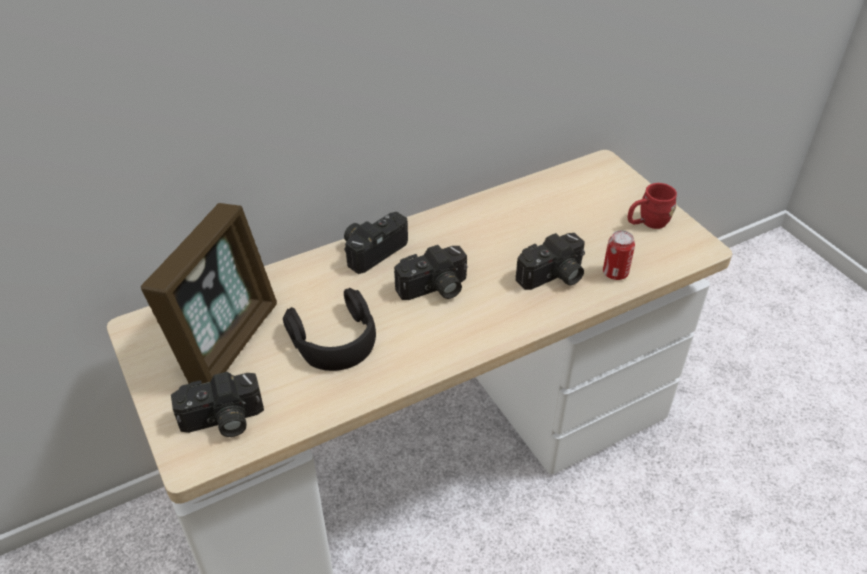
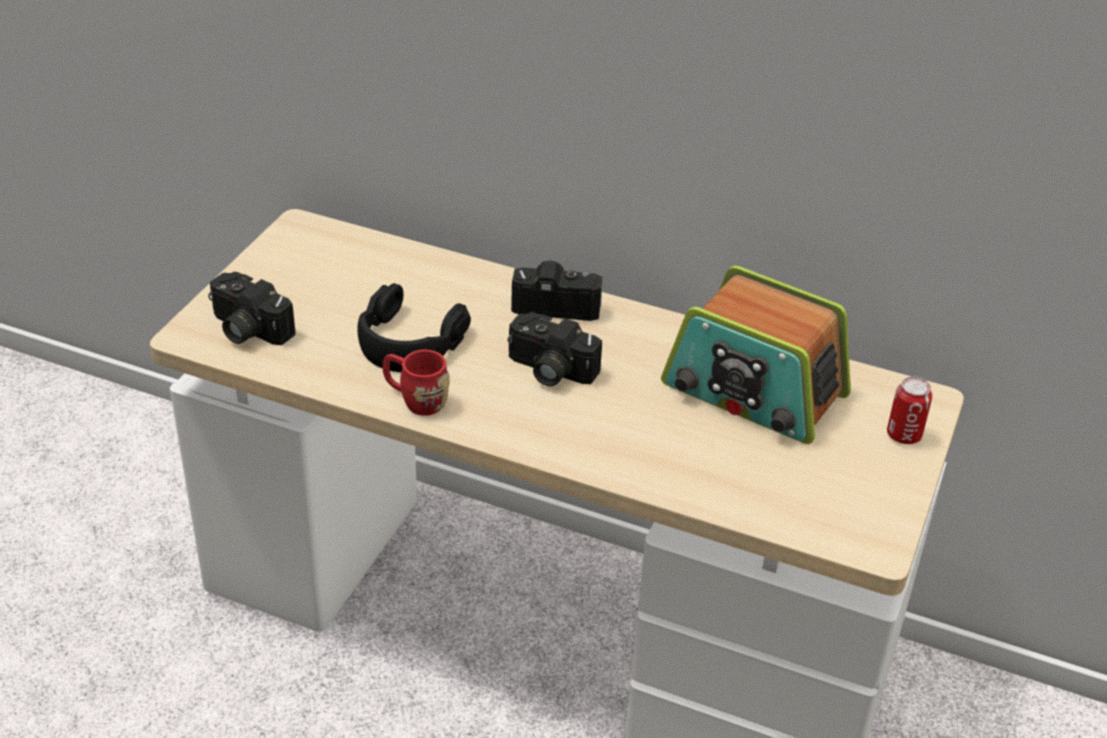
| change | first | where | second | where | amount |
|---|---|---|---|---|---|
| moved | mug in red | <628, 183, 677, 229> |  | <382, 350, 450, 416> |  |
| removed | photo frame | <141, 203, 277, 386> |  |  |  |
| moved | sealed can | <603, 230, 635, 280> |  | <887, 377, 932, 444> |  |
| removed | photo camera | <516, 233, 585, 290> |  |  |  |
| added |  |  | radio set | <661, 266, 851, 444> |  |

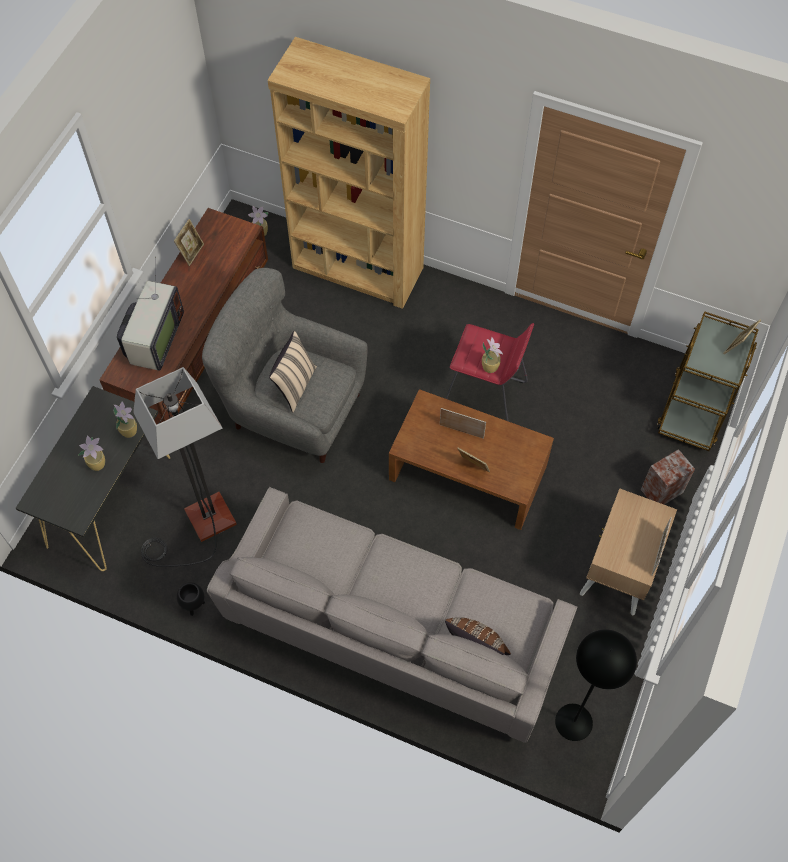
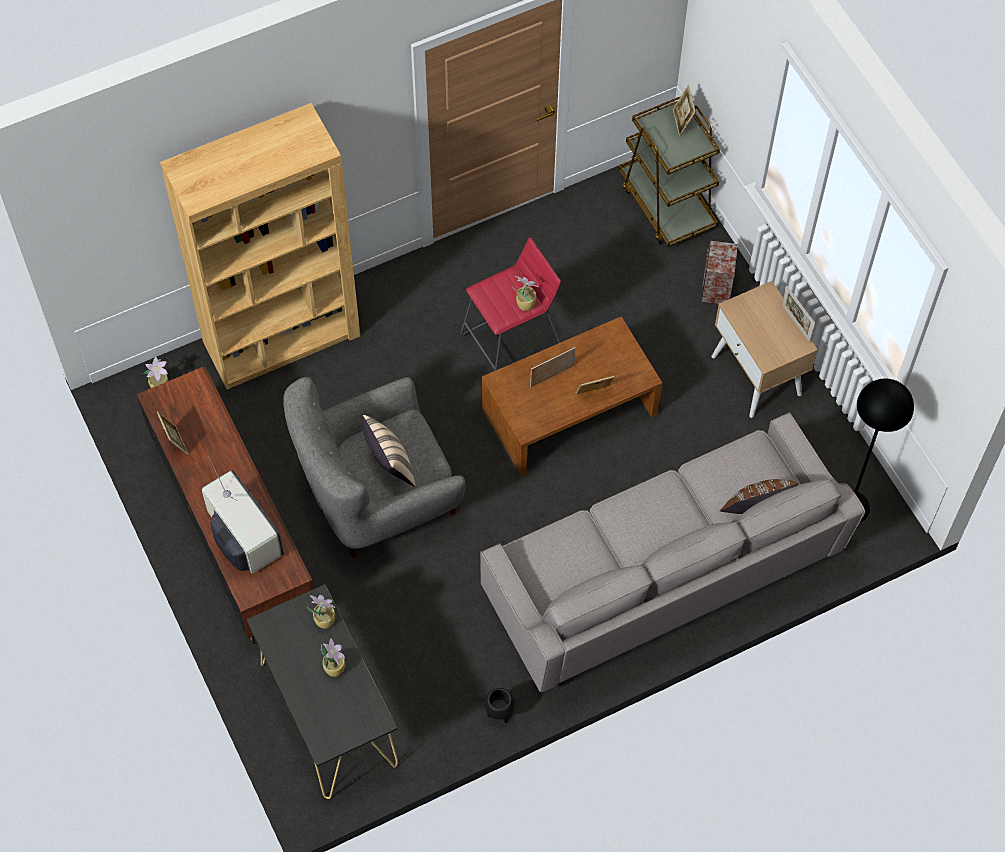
| change | first | where | second | where | amount |
|---|---|---|---|---|---|
| removed | floor lamp | <133, 367, 237, 567> |  |  |  |

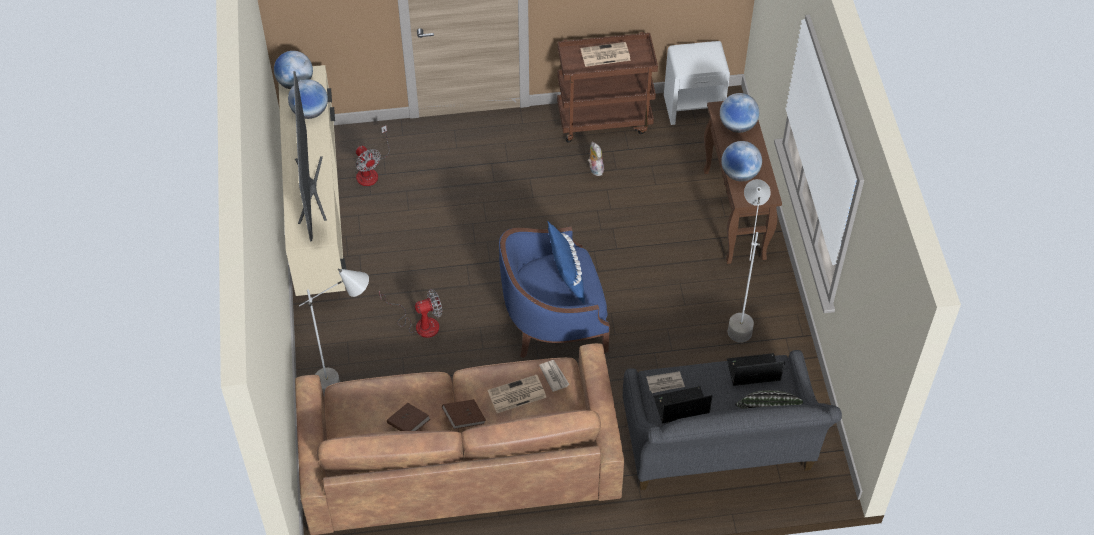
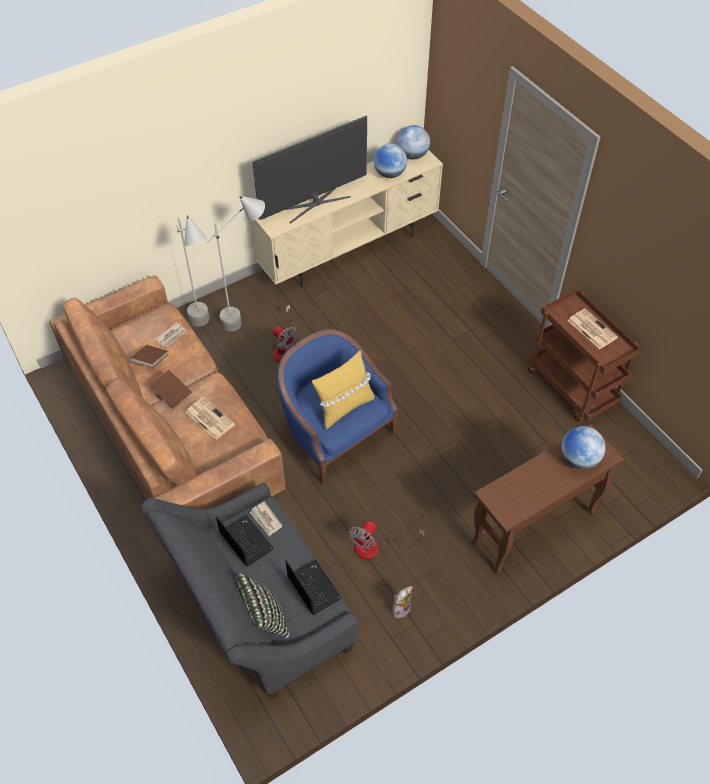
| change | first | where | second | where | amount |
|---|---|---|---|---|---|
| removed | nightstand in white | <664, 41, 730, 125> |  |  |  |
| moved | electric fan | <356, 126, 390, 186> |  | <349, 520, 425, 559> |  |
| removed | globe | <721, 141, 762, 181> |  |  |  |
| moved | plush toy | <588, 142, 604, 176> |  | <392, 586, 413, 618> |  |
| moved | floor lamp in grey | <728, 179, 771, 343> |  | <207, 196, 265, 332> |  |
| recoloured | cushion in bluish | <547, 221, 585, 303> | cushion in yellowish | <312, 351, 375, 429> |  |
| moved | printed paper | <539, 360, 570, 392> |  | <154, 323, 187, 347> |  |

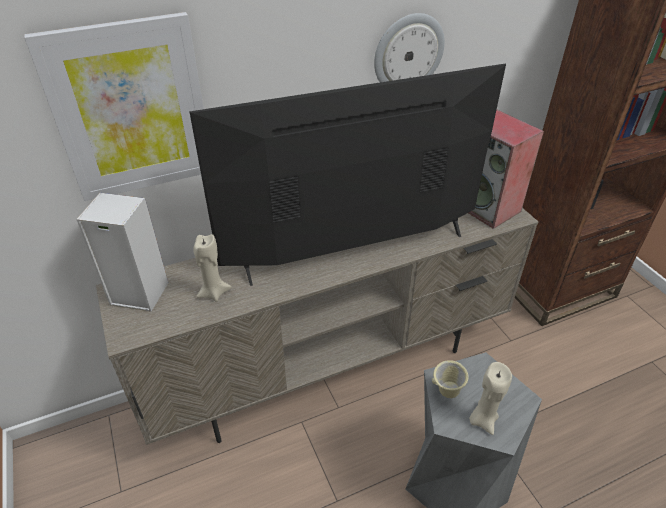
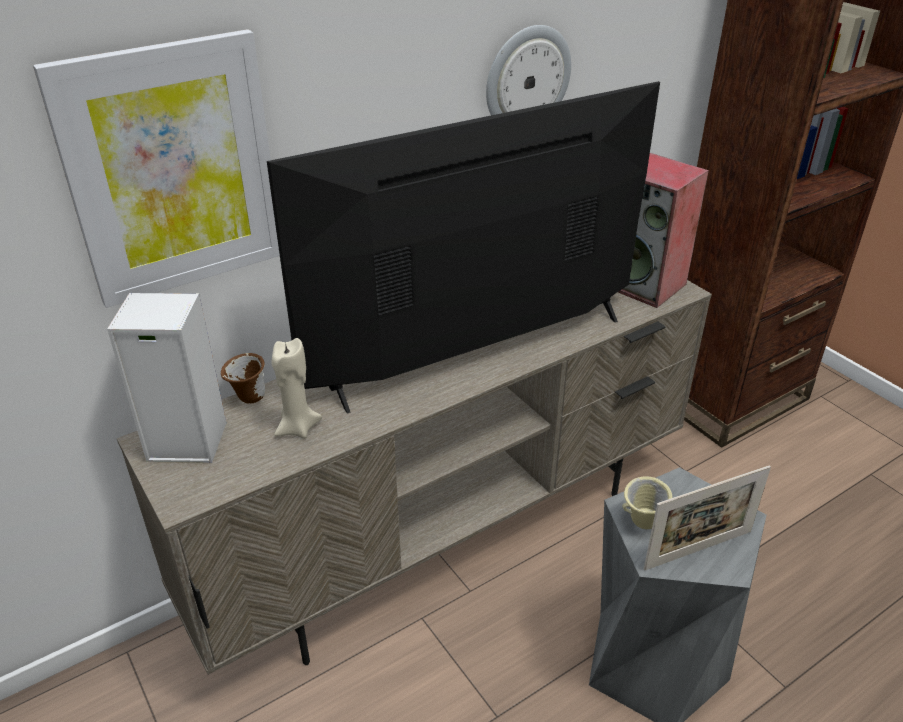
| change | first | where | second | where | amount |
|---|---|---|---|---|---|
| replaced | wax candle in sand-coloured | <469, 362, 512, 435> | photo frame | <644, 465, 771, 570> |  |
| added |  |  | mug in brownish | <221, 353, 265, 403> |  |

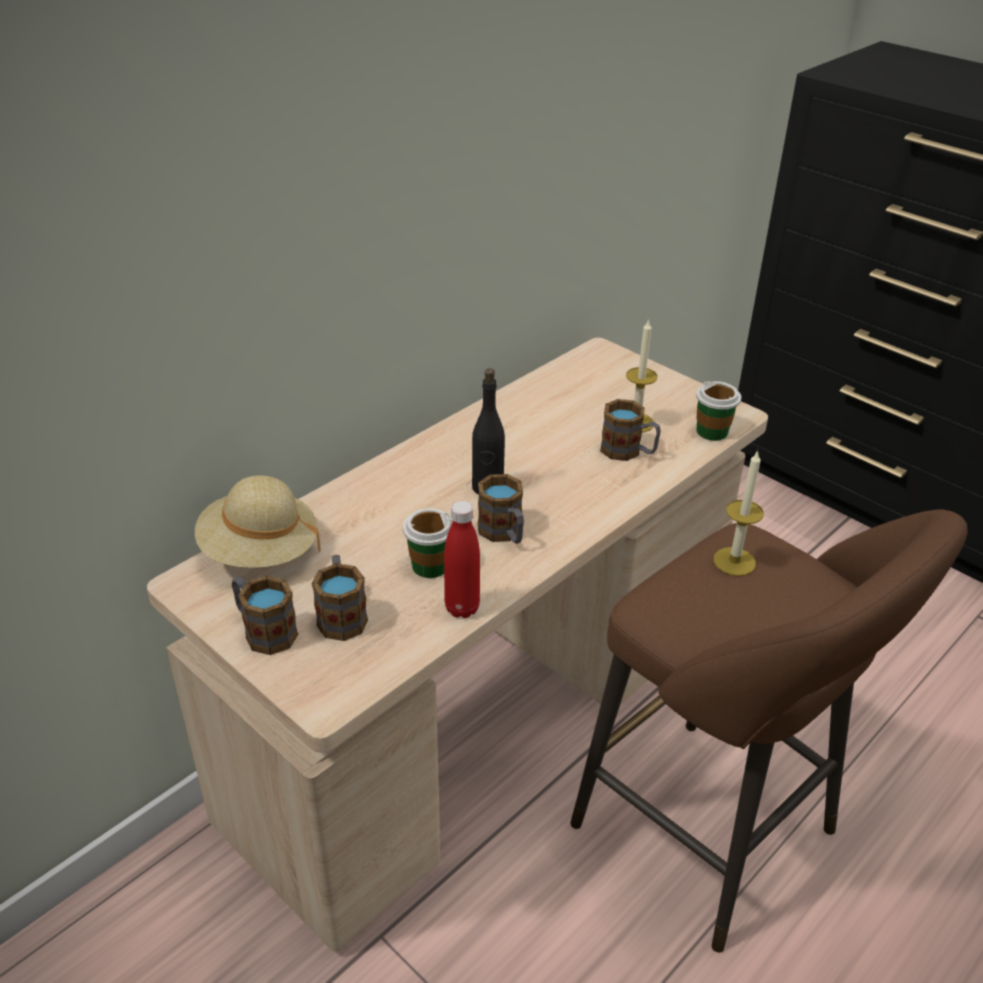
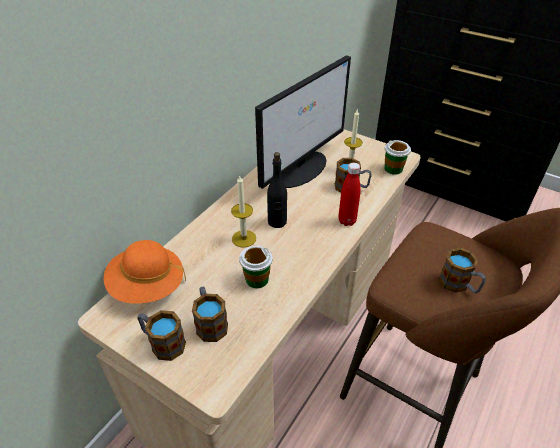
| change | first | where | second | where | amount |
|---|---|---|---|---|---|
| moved | wax candle | <713, 450, 764, 576> |  | <231, 175, 256, 247> |  |
| moved | mug | <478, 474, 524, 544> |  | <439, 248, 486, 293> |  |
| recoloured | wearable hat in sand-coloured | <195, 476, 321, 568> | wearable hat in orangey | <104, 240, 186, 304> |  |
| moved | drink bottle in red | <444, 501, 480, 618> |  | <338, 163, 361, 226> |  |
| added |  |  | monitor | <255, 55, 351, 189> |  |

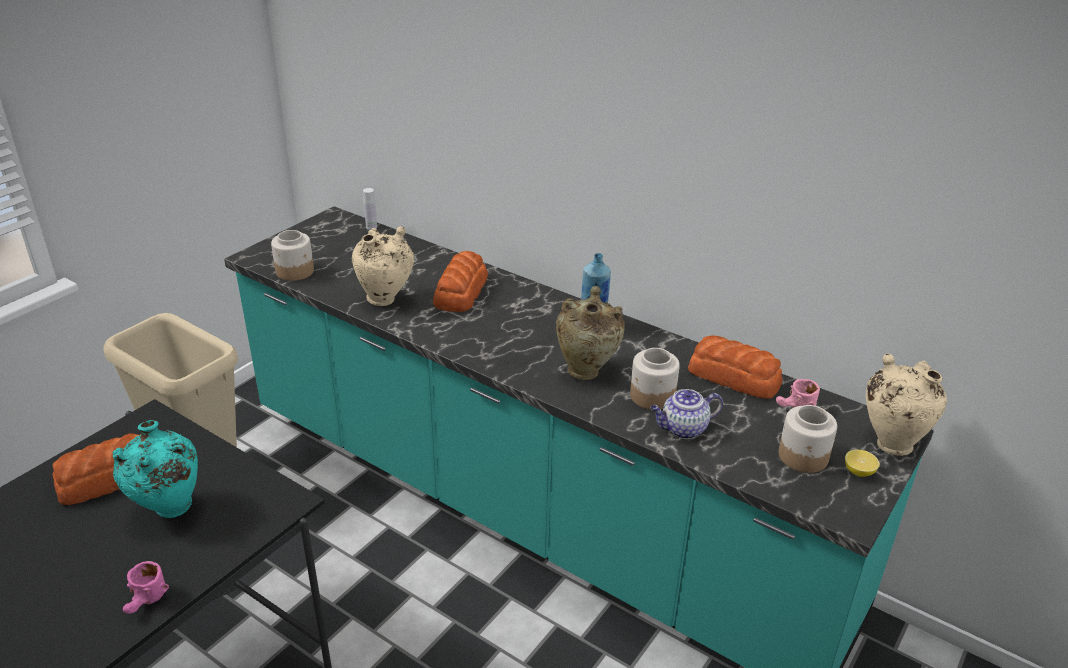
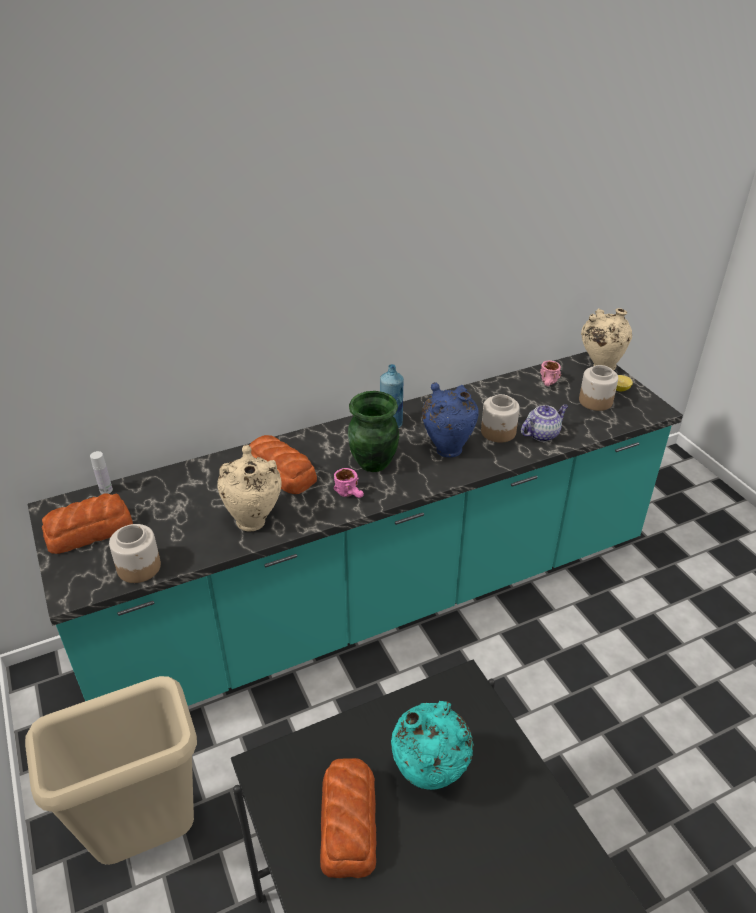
| change | first | where | second | where | amount |
|---|---|---|---|---|---|
| recoloured | vase in sand-coloured | <556, 286, 625, 380> | vase in bluish | <422, 382, 479, 457> |  |
| moved | bakery bread | <688, 335, 782, 399> |  | <42, 493, 133, 554> |  |
| turned | teapot | <651, 389, 723, 439> |  | <521, 404, 568, 442> | 135 degrees counterclockwise |
| moved | mug in pink | <123, 561, 169, 614> |  | <334, 468, 364, 498> |  |
| added |  |  | vase in green | <348, 391, 399, 472> |  |

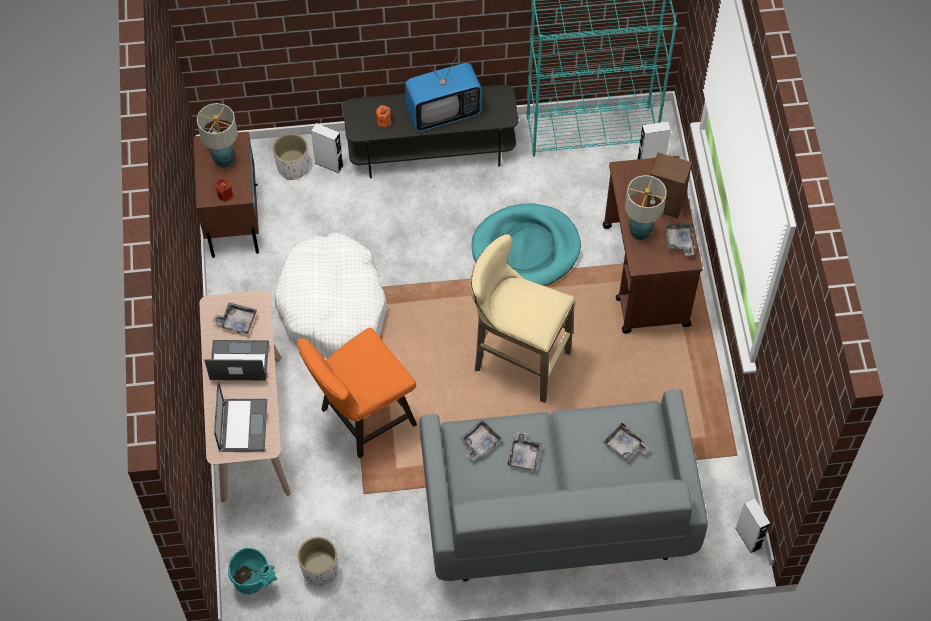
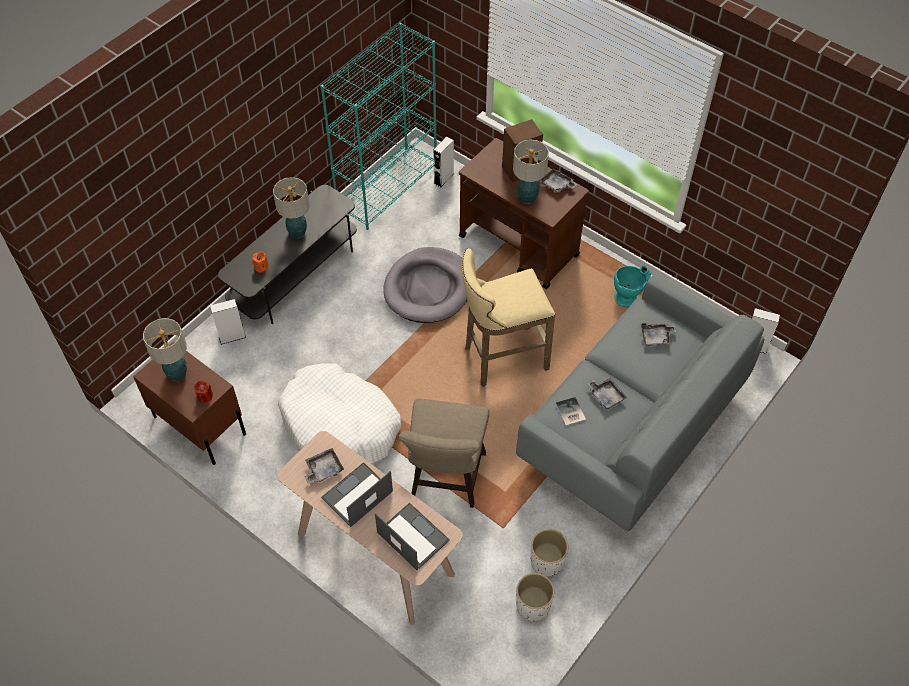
| change | first | where | second | where | amount |
|---|---|---|---|---|---|
| replaced | TV set | <405, 56, 482, 132> | lamp for a table | <273, 177, 310, 239> |  |
| moved | flower pot in white | <273, 133, 309, 180> |  | <531, 529, 568, 576> |  |
| recoloured | dog bed in turquoise | <472, 204, 581, 286> | dog bed in grey | <383, 247, 467, 323> |  |
| recoloured | sitting stool in orangey | <297, 328, 417, 458> | sitting stool in sand-coloured | <399, 399, 489, 508> |  |
| replaced | serving tray in grey | <460, 420, 501, 461> | bound book | <556, 397, 586, 426> |  |
| moved | vase in turquoise | <228, 548, 277, 594> |  | <614, 266, 651, 307> |  |

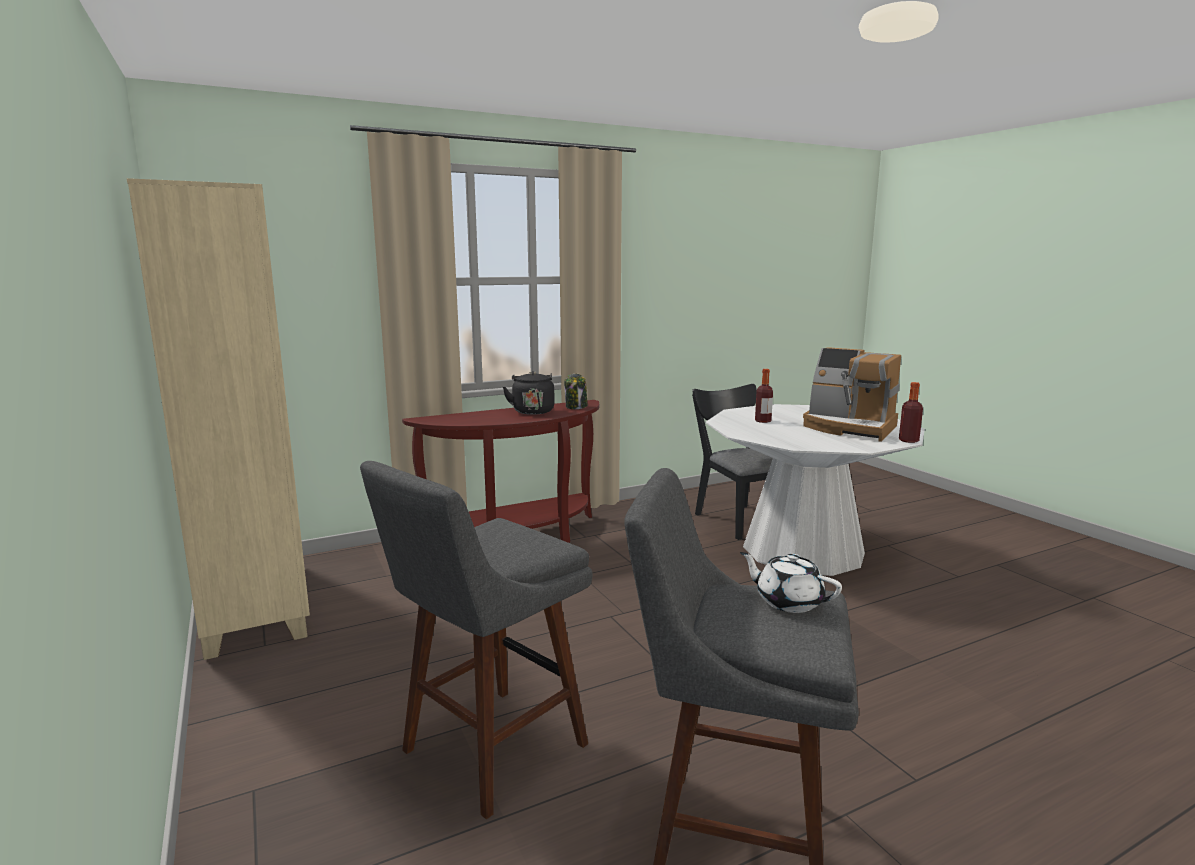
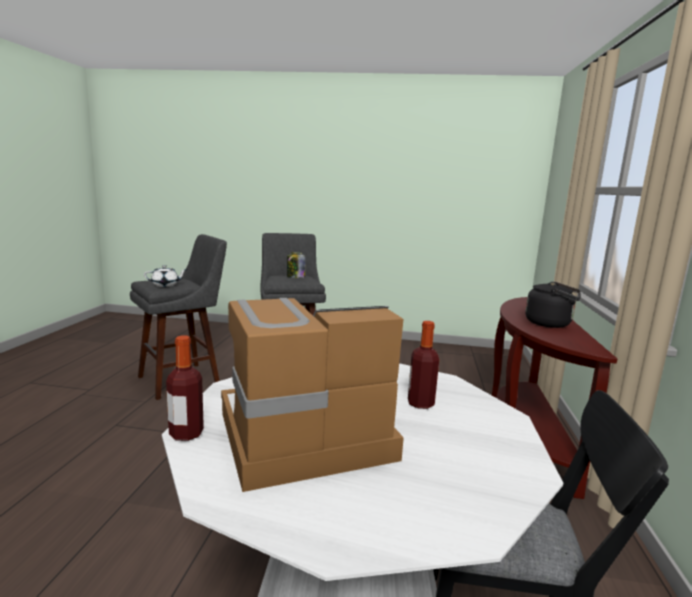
| change | first | where | second | where | amount |
|---|---|---|---|---|---|
| removed | bookcase in sand-coloured | <127, 178, 310, 660> |  |  |  |
| moved | storage jar | <564, 374, 587, 409> |  | <287, 252, 305, 278> |  |

